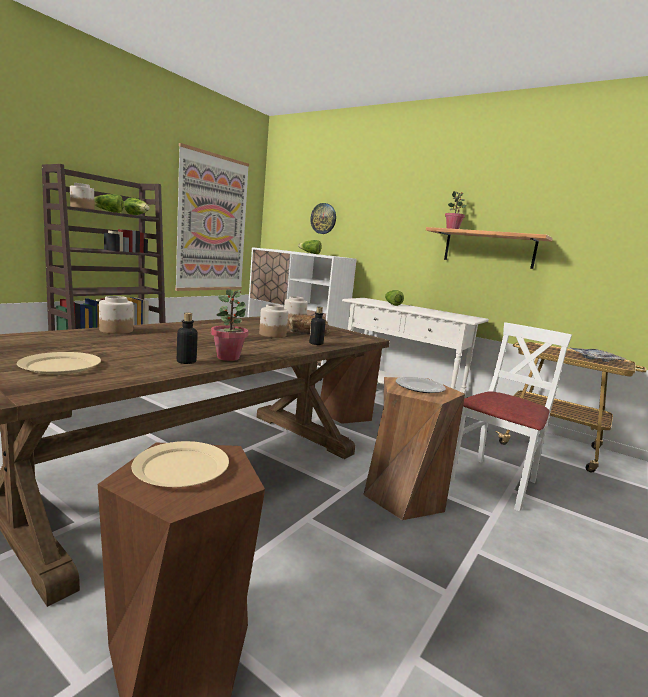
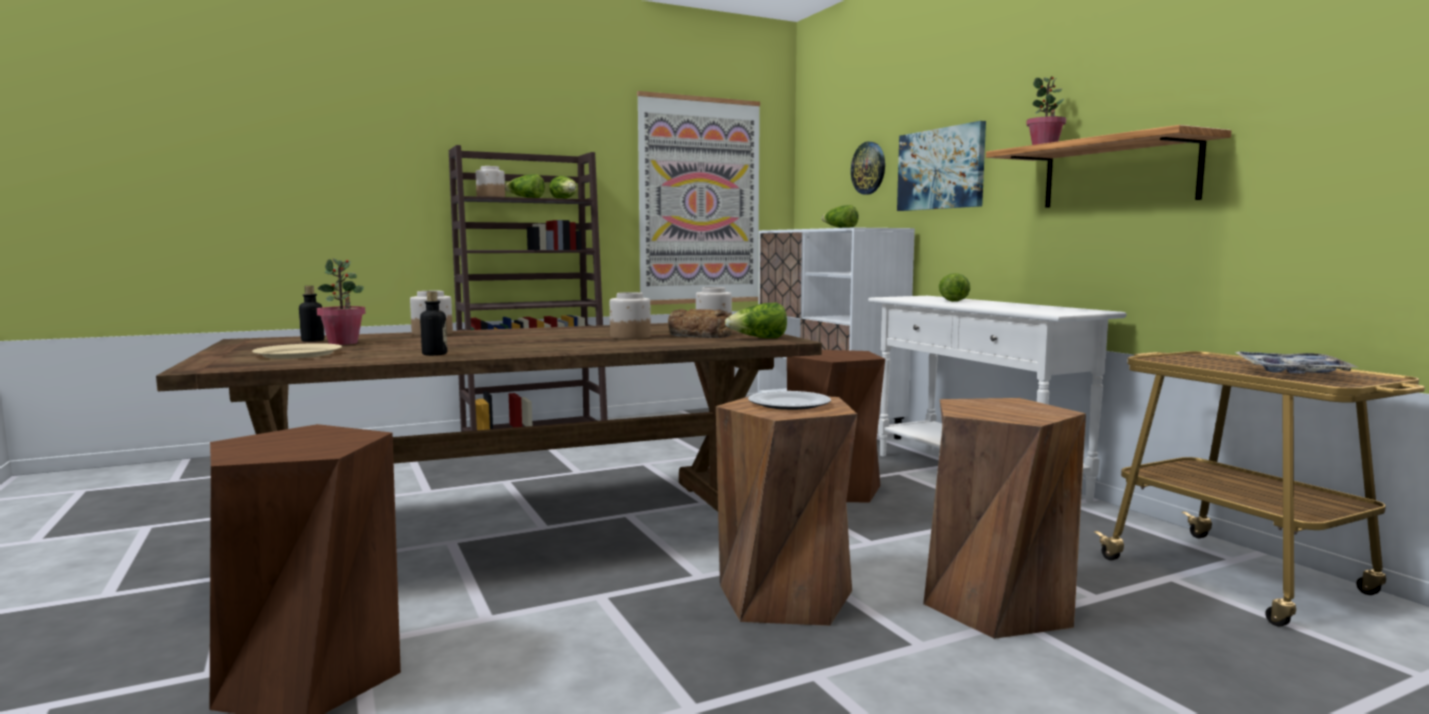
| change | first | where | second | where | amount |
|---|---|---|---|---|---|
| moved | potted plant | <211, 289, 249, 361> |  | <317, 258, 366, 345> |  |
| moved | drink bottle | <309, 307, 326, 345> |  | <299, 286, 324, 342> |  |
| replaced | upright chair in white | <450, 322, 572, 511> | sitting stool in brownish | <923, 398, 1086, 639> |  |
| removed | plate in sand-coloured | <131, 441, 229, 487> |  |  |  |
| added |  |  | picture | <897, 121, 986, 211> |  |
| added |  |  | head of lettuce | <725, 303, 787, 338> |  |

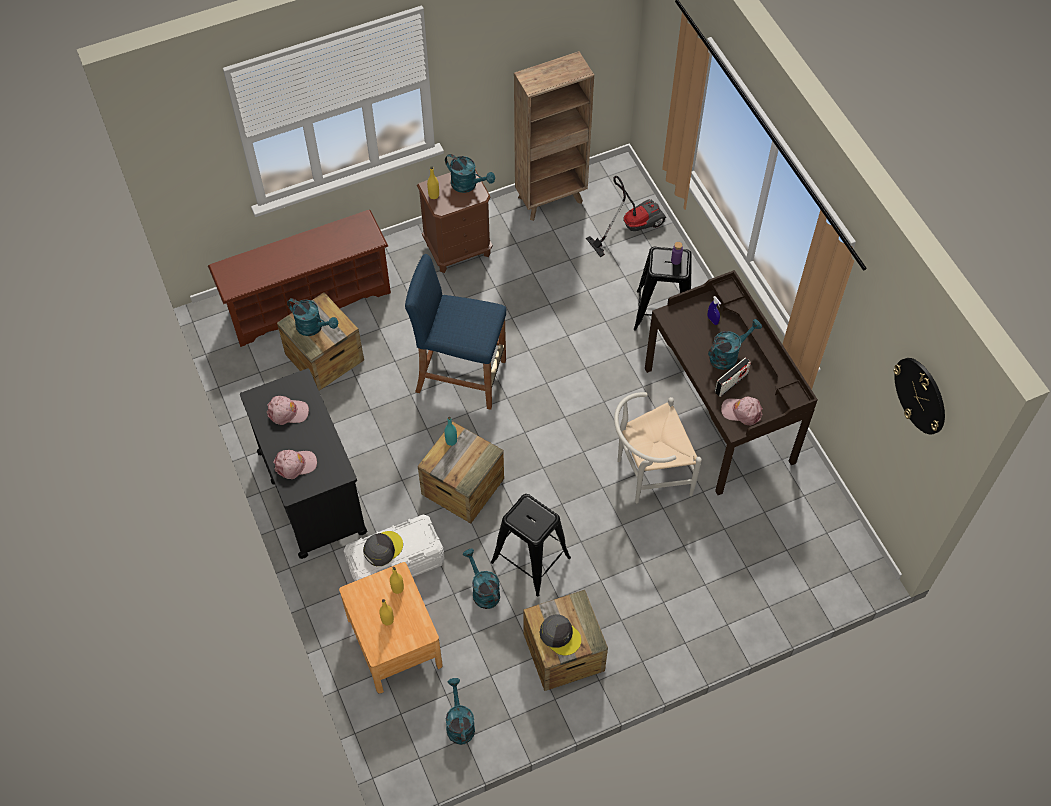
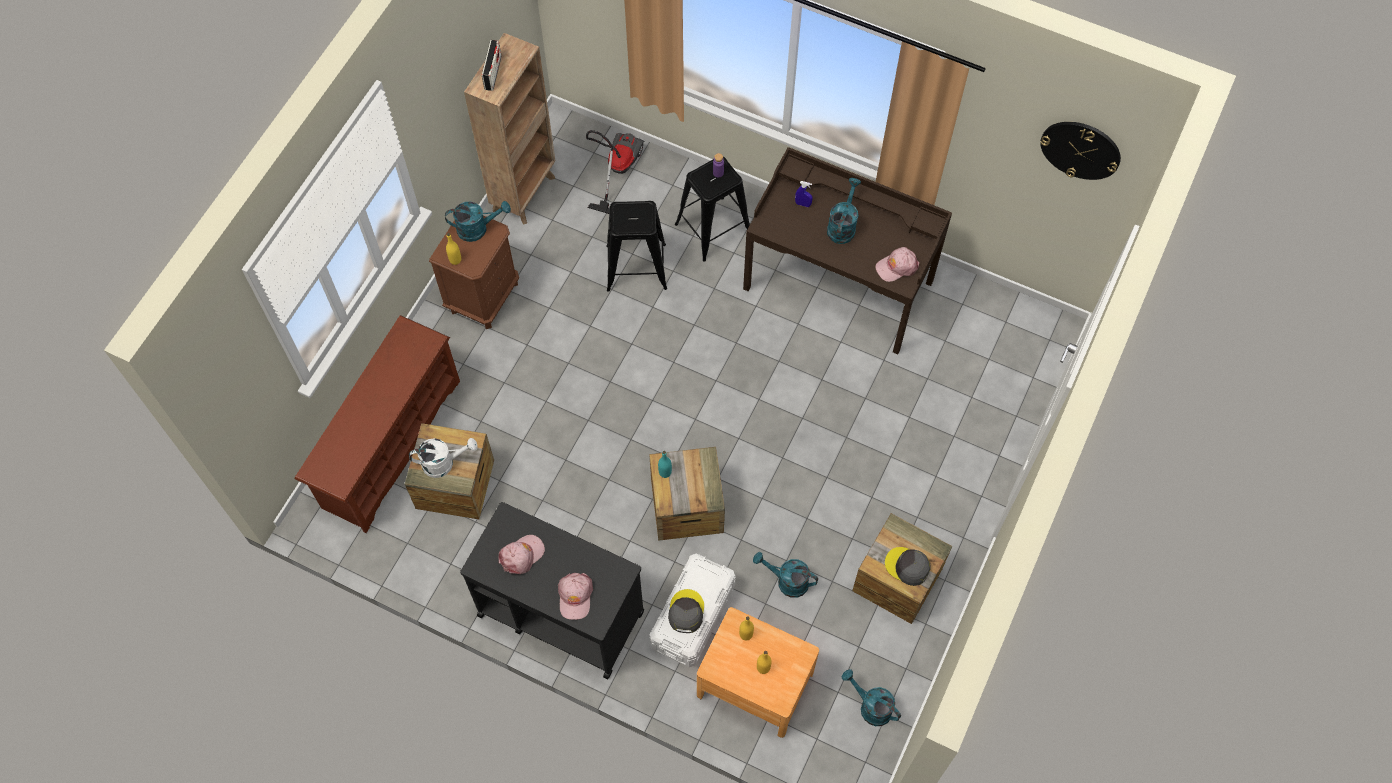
| change | first | where | second | where | amount |
|---|---|---|---|---|---|
| removed | sitting stool in bluish | <405, 254, 506, 410> |  |  |  |
| recoloured | watering pot in turquoise | <287, 298, 338, 336> | watering pot in white | <409, 438, 478, 478> |  |
| moved | radio set | <715, 357, 751, 397> |  | <482, 40, 502, 91> |  |
| removed | upright chair in white | <614, 392, 702, 503> |  |  |  |
| turned | baseball cap in pink | <274, 450, 317, 479> |  | <558, 573, 593, 620> | 150 degrees clockwise |
| moved | sitting stool in black-coloured | <491, 494, 571, 596> |  | <606, 201, 667, 292> |  |
| turned | baseball cap in grey | <540, 615, 581, 655> |  | <885, 547, 931, 586> | 150 degrees counterclockwise |

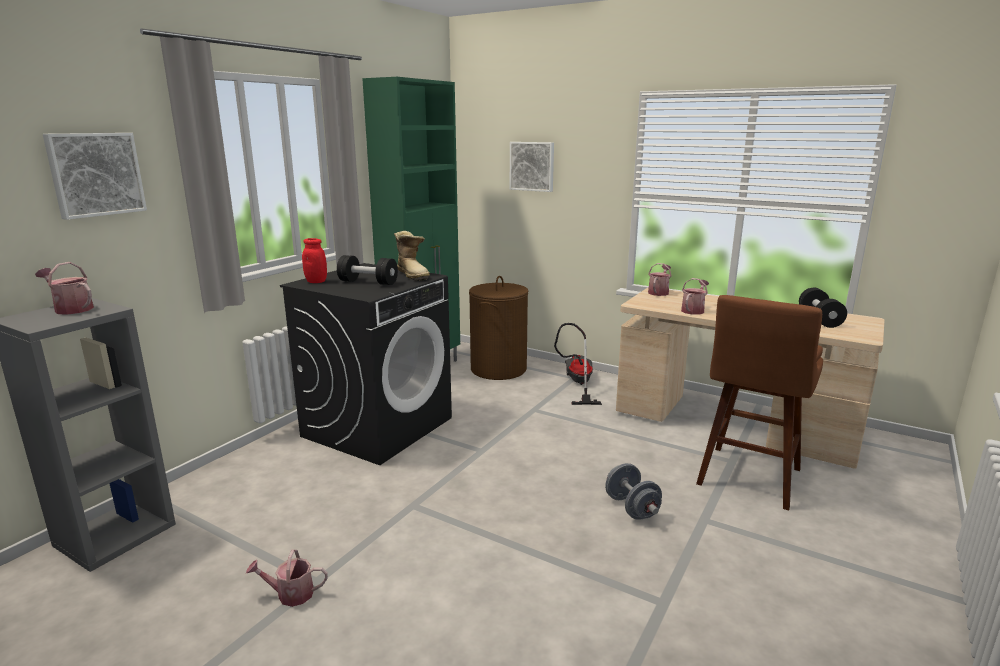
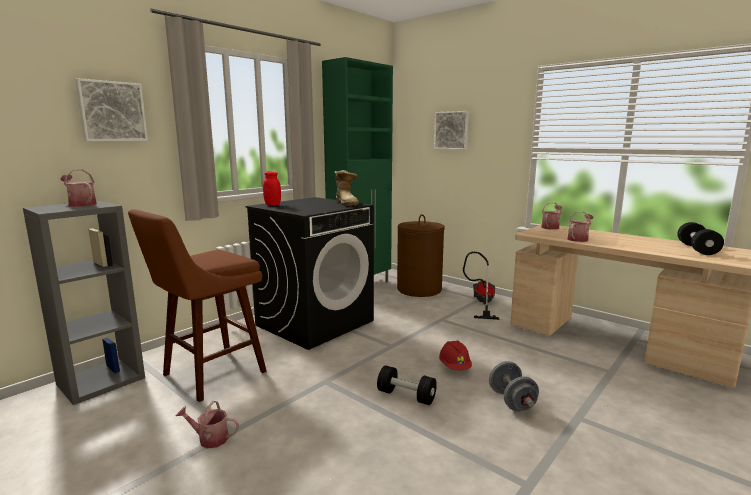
| change | first | where | second | where | amount |
|---|---|---|---|---|---|
| moved | free weight in black-coloured | <337, 255, 398, 285> |  | <377, 365, 437, 405> |  |
| moved | sitting stool in brownish | <696, 295, 823, 511> |  | <128, 209, 267, 402> |  |
| added |  |  | work helmet in red | <439, 340, 472, 371> |  |

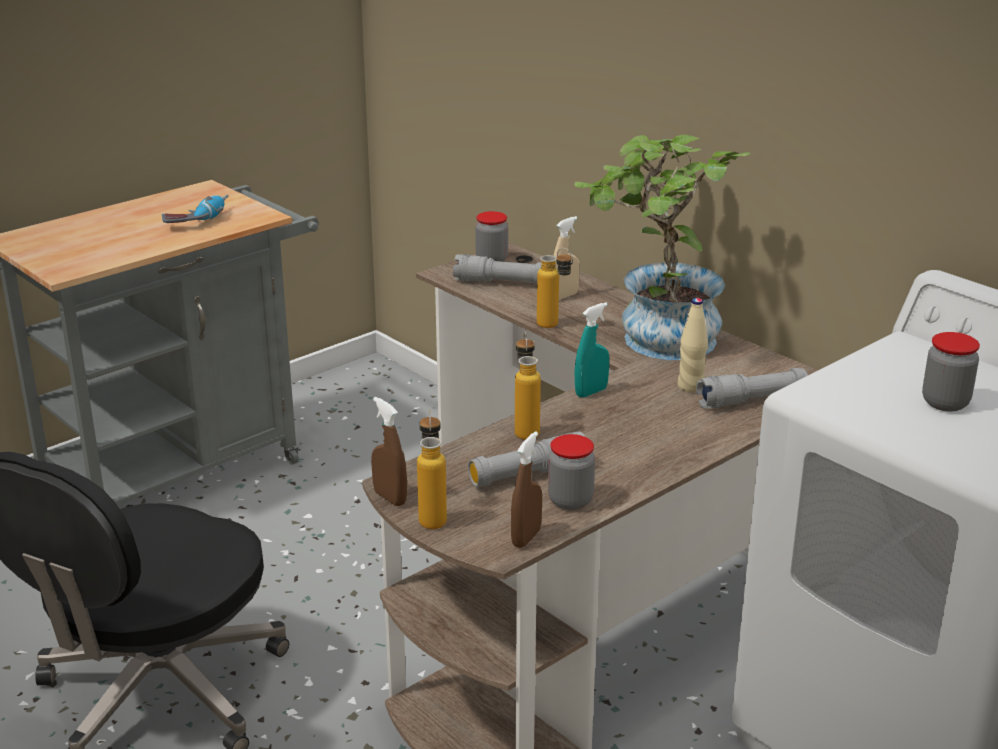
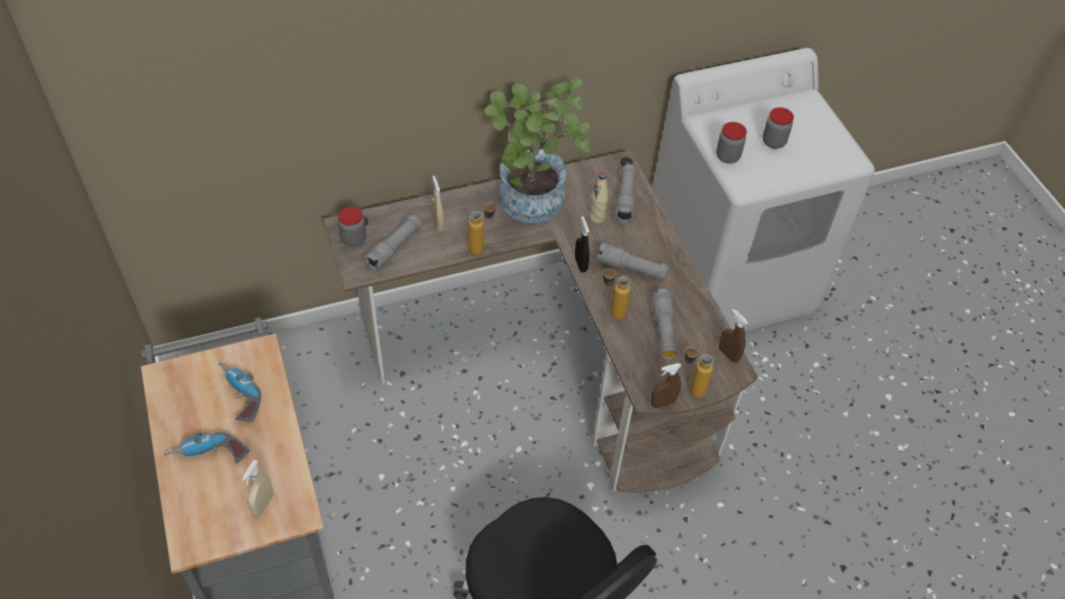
| change | first | where | second | where | amount |
|---|---|---|---|---|---|
| recoloured | sprayer in turquoise | <575, 302, 609, 397> | sprayer in black-coloured | <575, 216, 589, 272> |  |
| moved | storage jar | <548, 434, 595, 510> |  | <716, 122, 747, 164> |  |
| added |  |  | flashlight in grey | <597, 243, 669, 281> |  |
| added |  |  | electric drill | <164, 432, 249, 464> |  |
| added |  |  | sprayer in sand-coloured | <242, 460, 273, 516> |  |

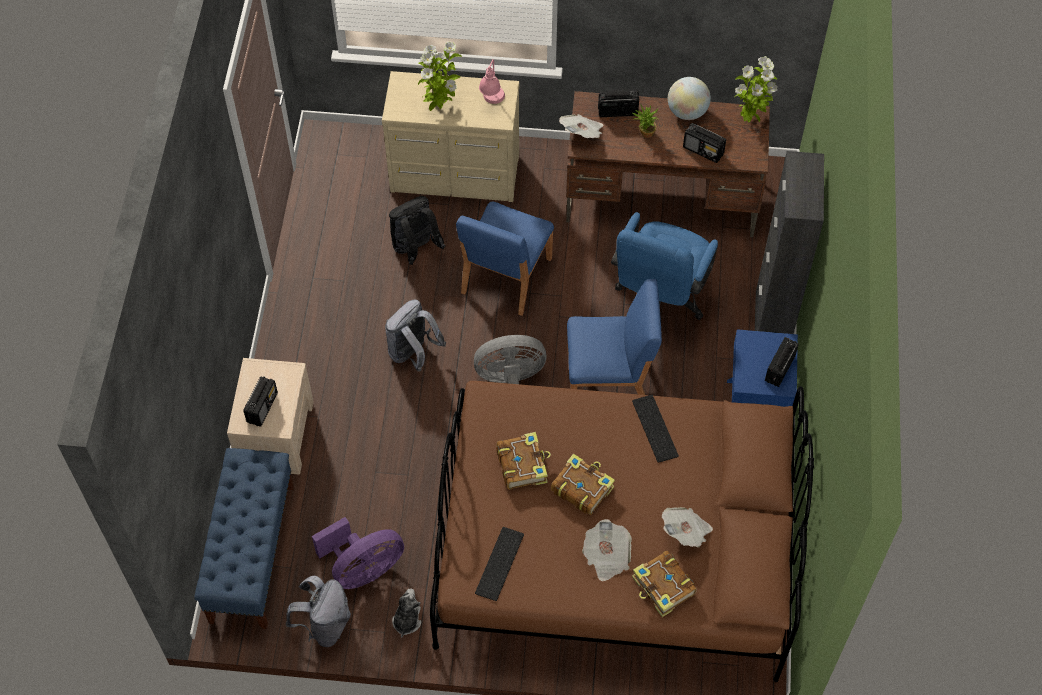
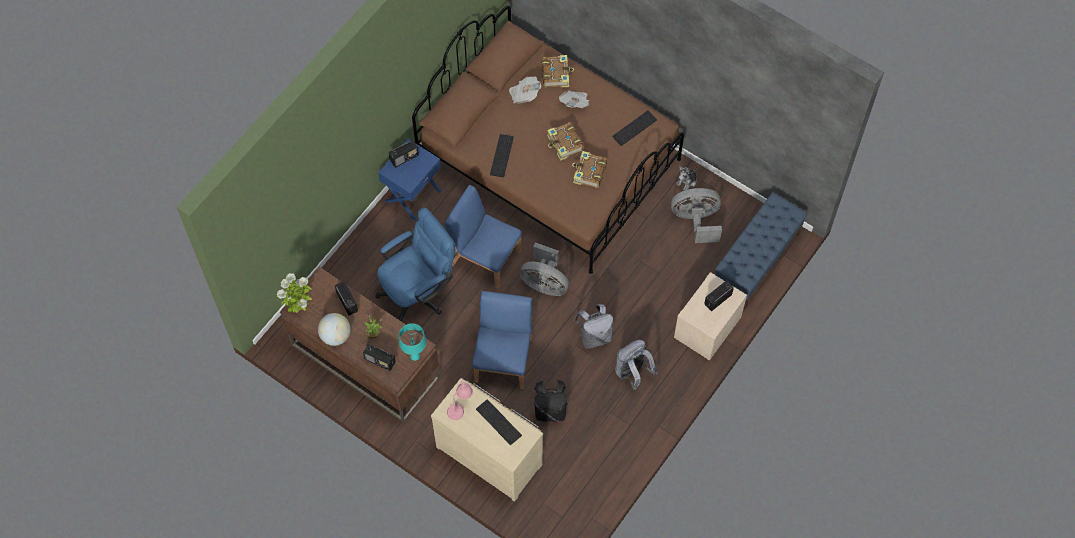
| change | first | where | second | where | amount |
|---|---|---|---|---|---|
| replaced | potted plant | <418, 42, 462, 111> | PC keyboard | <476, 399, 522, 445> |  |
| replaced | printed paper | <559, 114, 603, 138> | lamp for a table in turquoise | <399, 323, 427, 361> |  |
| removed | storage cabinet in black-coloured | <755, 151, 824, 334> |  |  |  |
| turned | upright chair in bluish | <456, 202, 554, 316> |  | <472, 291, 532, 389> | 45 degrees counterclockwise |
| recoloured | electric fan in purplish | <312, 517, 404, 589> | electric fan in grey | <671, 188, 722, 243> |  |
| moved | knapsack in grey | <286, 576, 351, 647> |  | <615, 340, 658, 390> |  |

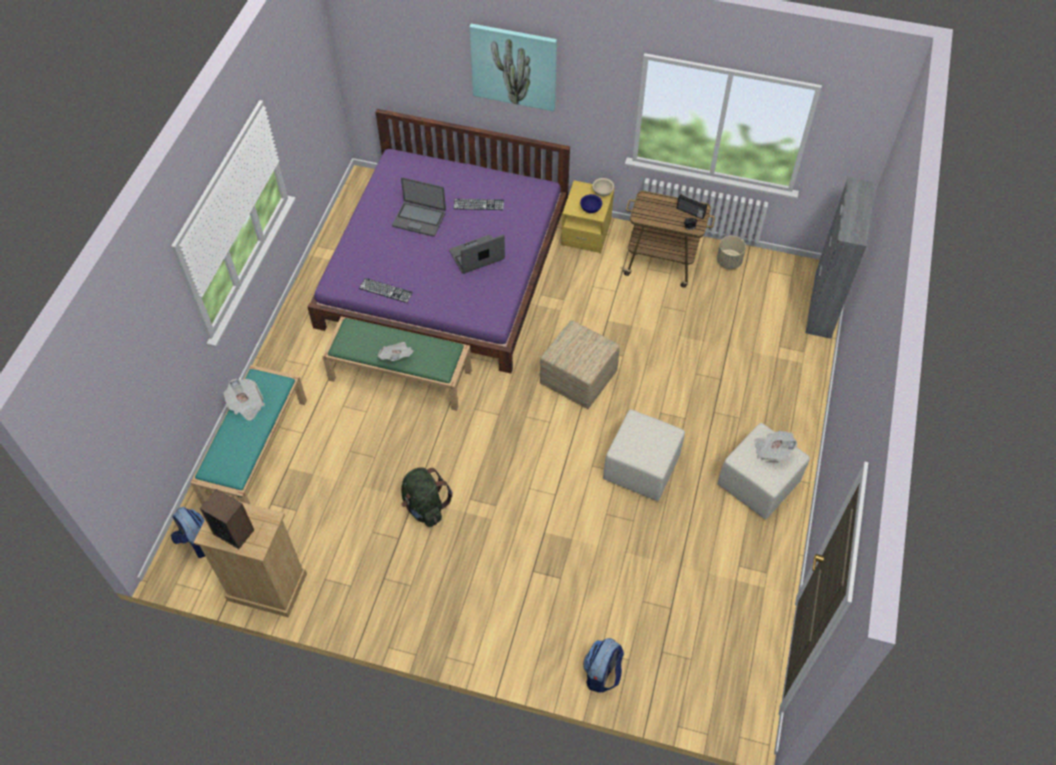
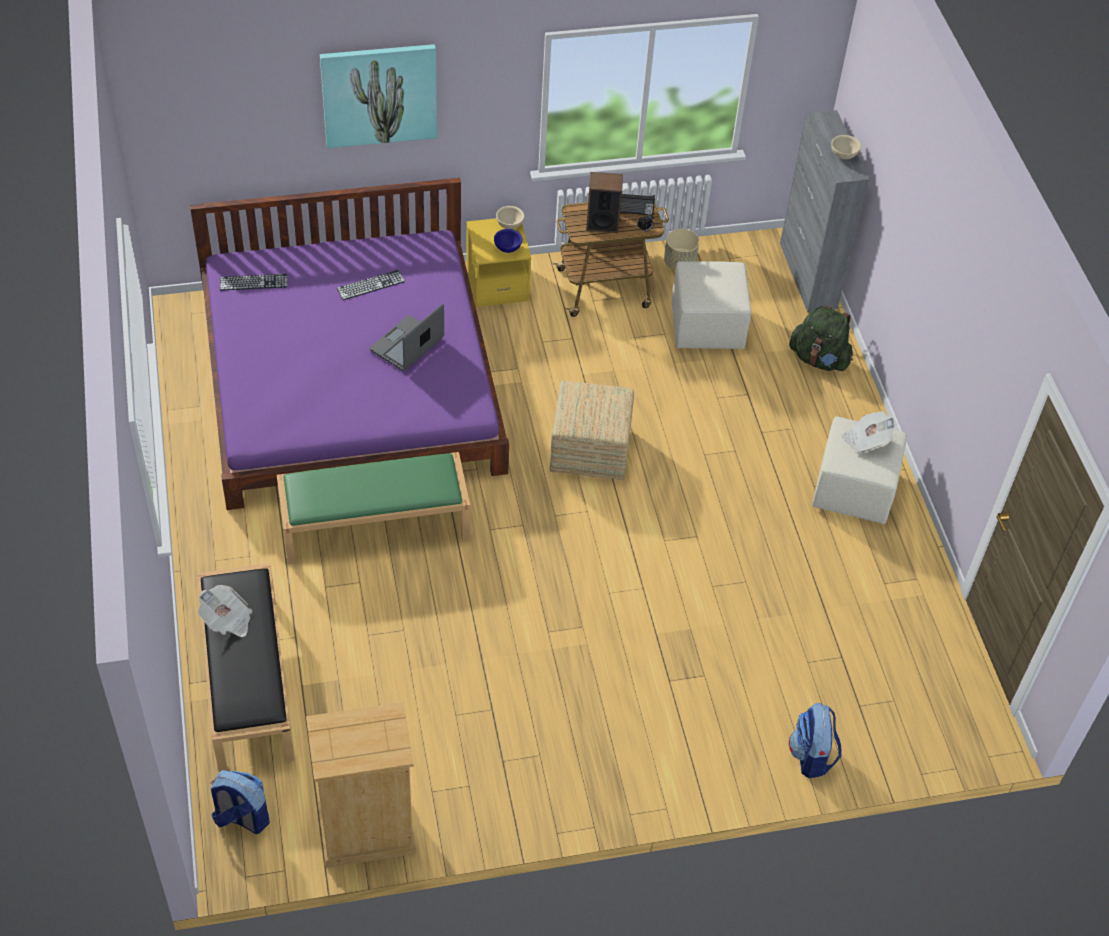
| change | first | where | second | where | amount |
|---|---|---|---|---|---|
| removed | notebook computer | <392, 177, 446, 237> |  |  |  |
| moved | PC keyboard | <359, 278, 413, 303> |  | <220, 274, 288, 291> |  |
| removed | printed paper | <378, 342, 414, 361> |  |  |  |
| recoloured | indoor bench in turquoise | <191, 365, 307, 505> | indoor bench in black-coloured | <197, 563, 295, 772> |  |
| moved | ottoman in sand-coloured | <603, 409, 685, 501> |  | <671, 261, 751, 349> |  |
| moved | knapsack in green | <401, 467, 453, 527> |  | <789, 305, 853, 371> |  |
| moved | loudspeaker | <200, 489, 254, 549> |  | <586, 172, 623, 233> |  |
| added |  |  | bowl in sand-coloured | <831, 135, 861, 159> |  |

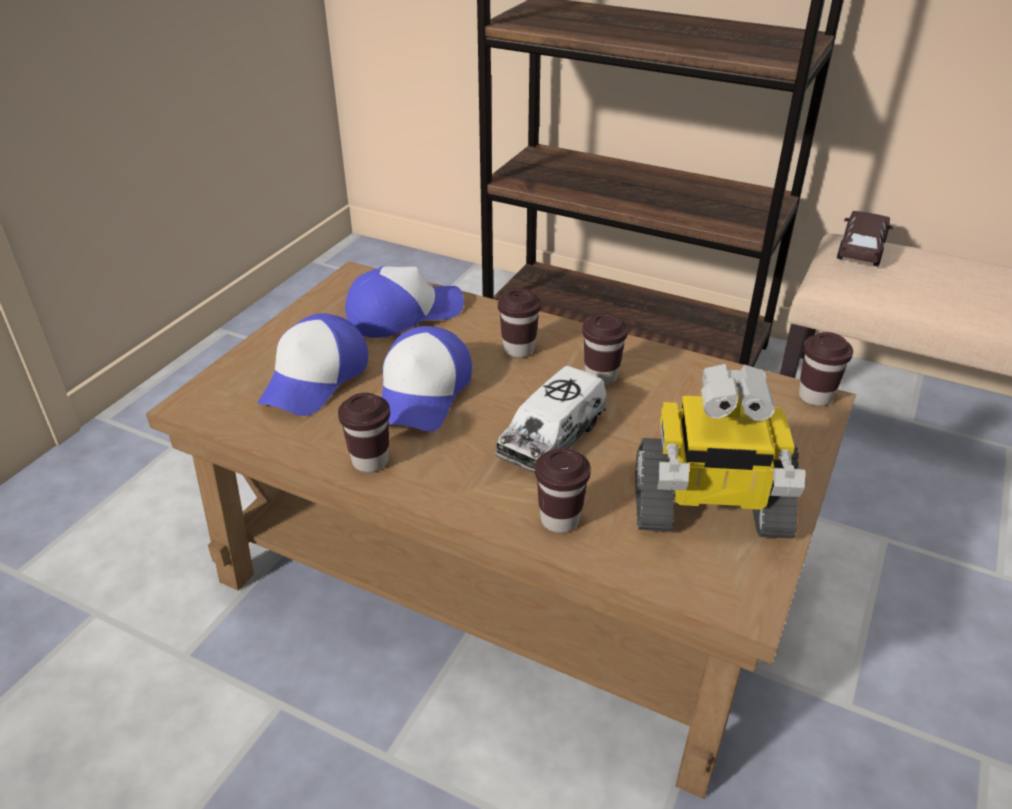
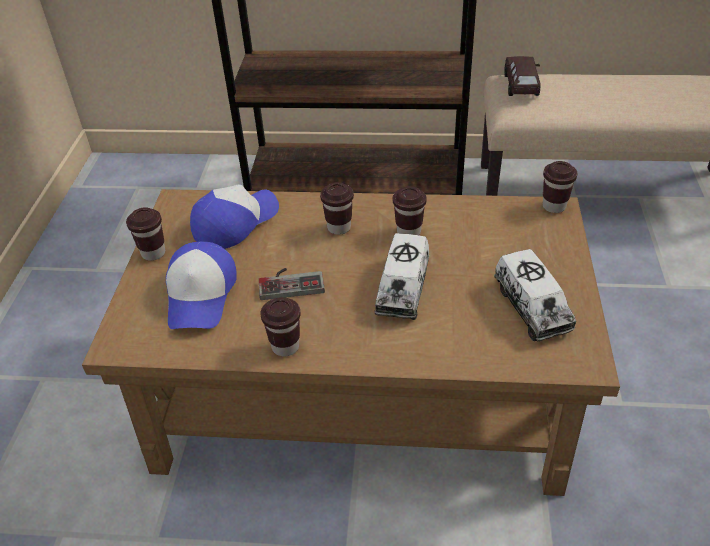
| change | first | where | second | where | amount |
|---|---|---|---|---|---|
| replaced | baseball cap | <381, 326, 472, 432> | game controller | <259, 268, 325, 300> |  |
| replaced | toy robot | <635, 364, 805, 538> | toy truck | <494, 249, 576, 341> |  |
| moved | small cup in brownish | <535, 448, 591, 533> |  | <126, 207, 165, 261> |  |

